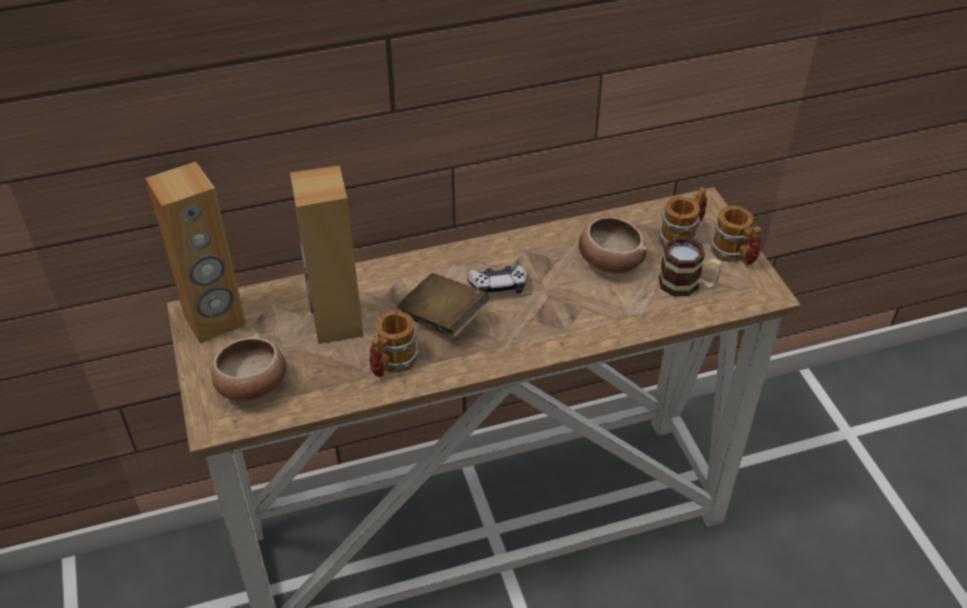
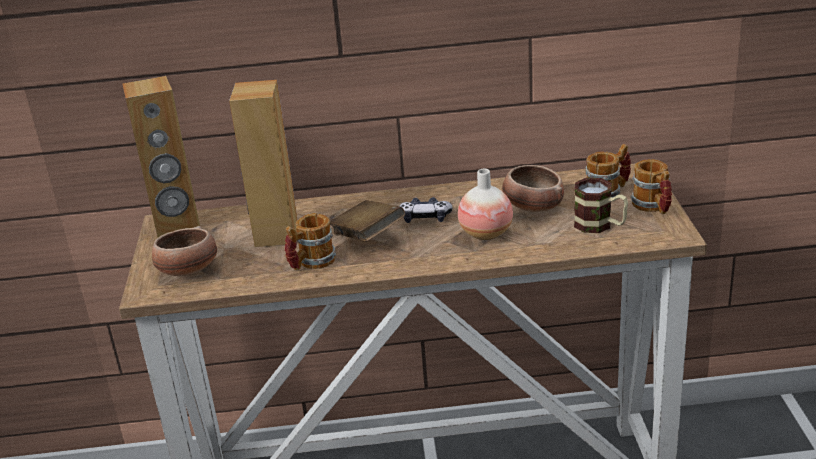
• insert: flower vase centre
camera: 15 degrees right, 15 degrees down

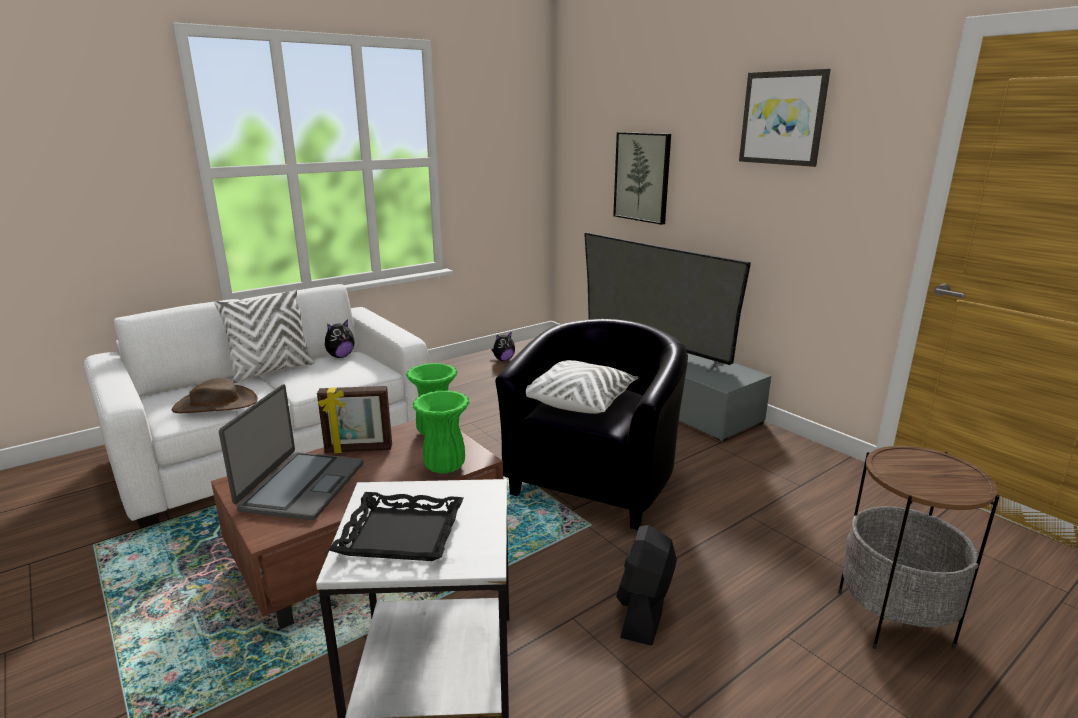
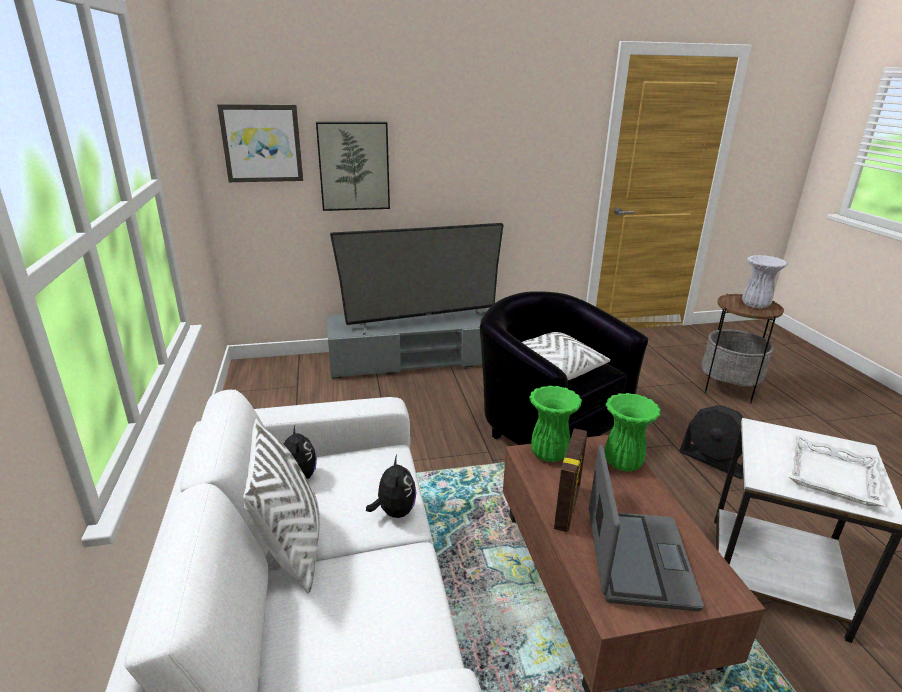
• move: wall picture (2nd from left in the first image) top right to wall picture (1st from left) top left
• move: soft toy (2nd from left) centre to bottom centre
• delete: brown wearable hat middle left
• rotate: portable computer middle left = bottom right 60 degrees clockwise
• recolor: black carrying tray bottom centre to whitish carrying tray bottom right
• insert: whitish flower vase middle right
camera: 65 degrees left, 5 degrees up

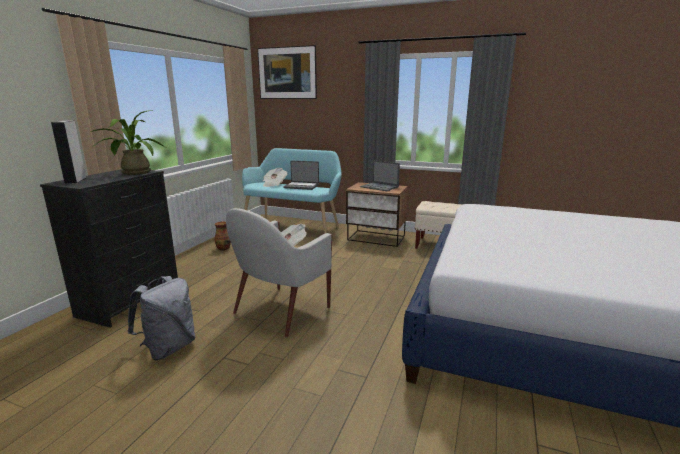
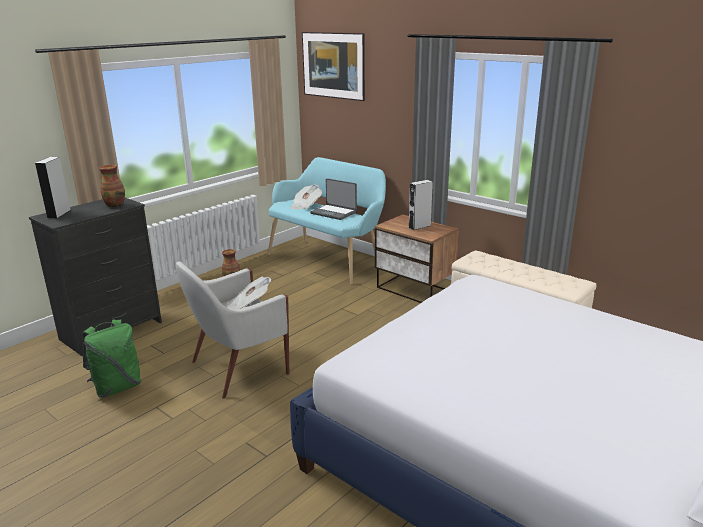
• replace: houseplant top left to flower vase (1st from left) middle left
• replace: portable computer (2nd from left) centre to gray speaker (2nd from left) centre
• recolor: gray backpack bottom left to green backpack bottom left
camera: 20 degrees right, 5 degrees up

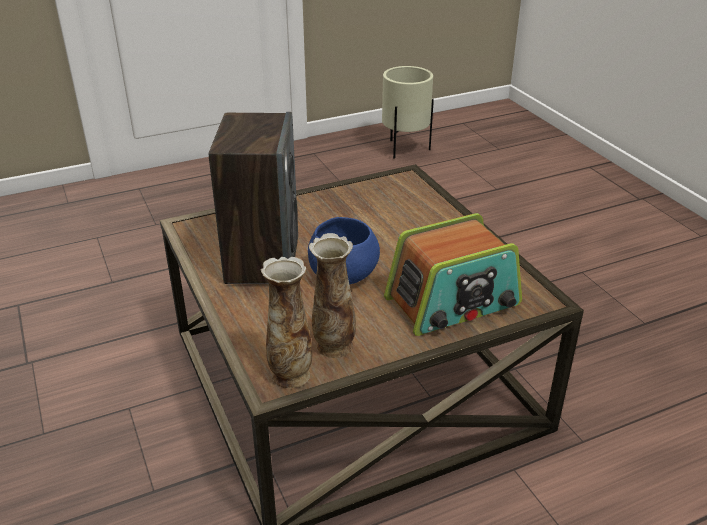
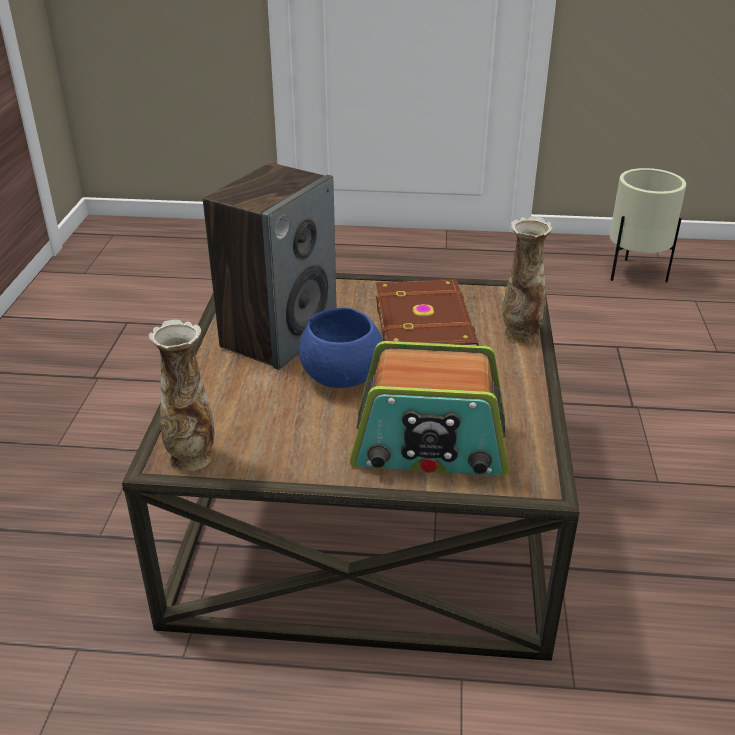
• move: flower vase (2nd from left) centre to middle right
• insert: brown volume centre
camera: 30 degrees right, 0 degrees up

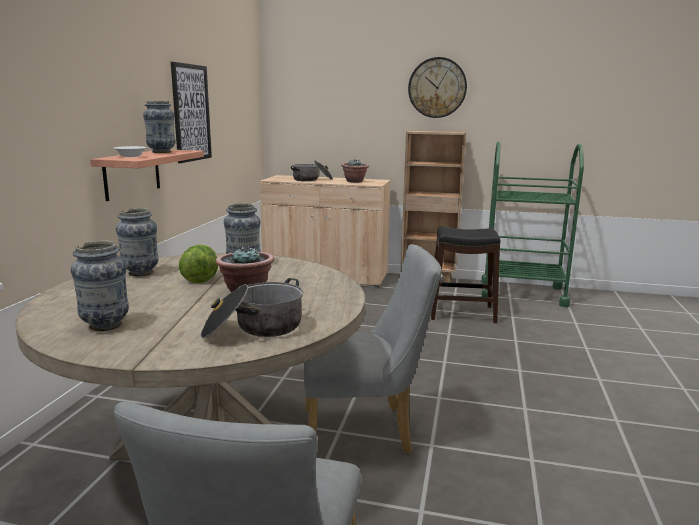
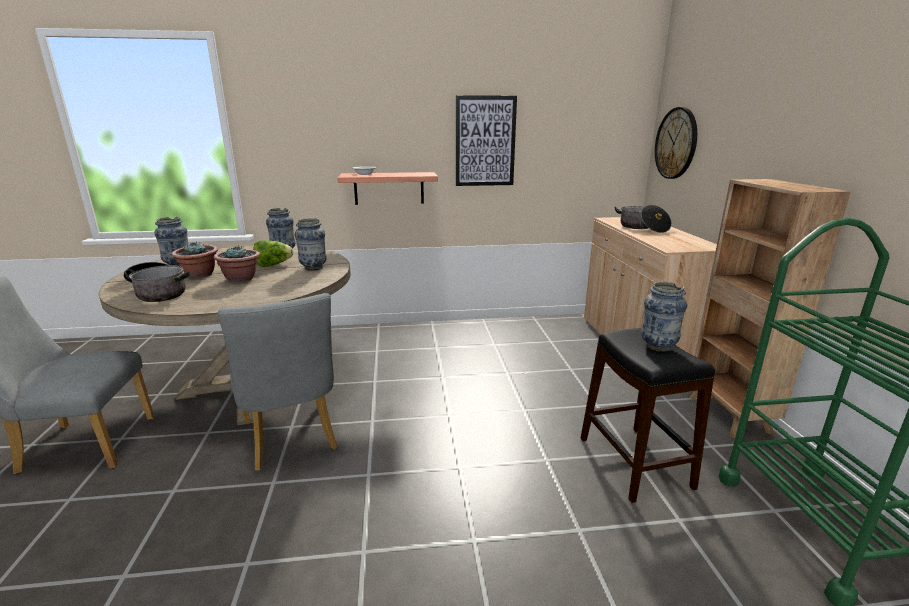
• move: hanging clock top centre to top right
• move: flower vase (3rd from left in the first image) top left to flower vase (4th from left) middle right
• move: houseplant (2nd from left in the first image) top centre to houseplant (1st from left) middle left
camera: 70 degrees right, 5 degrees up

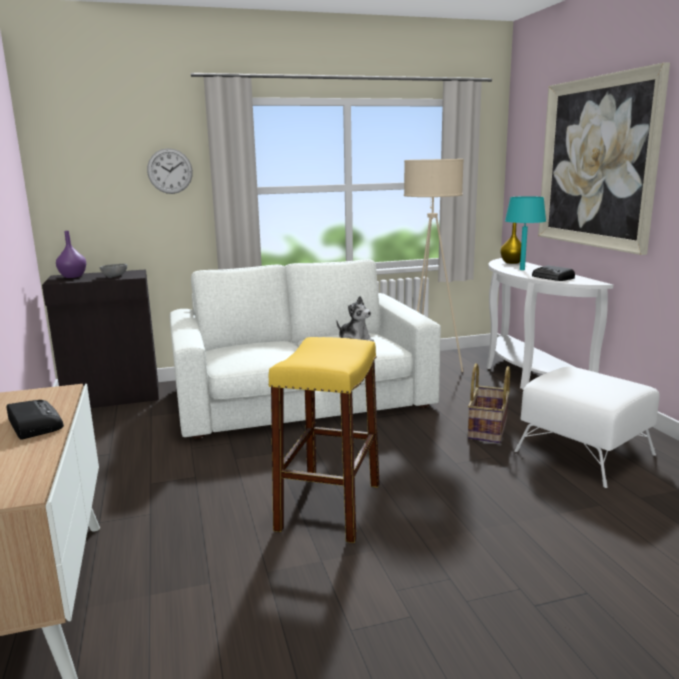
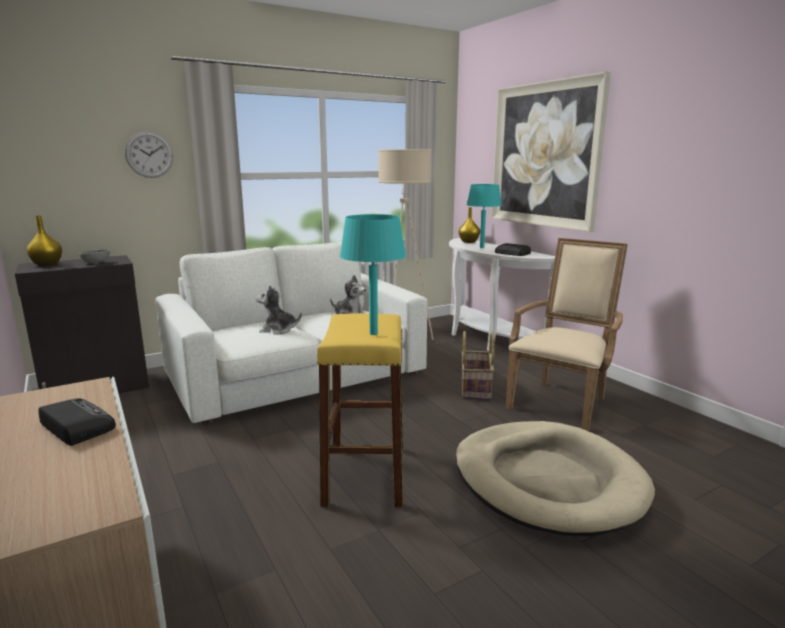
• recolor: purplish flower vase middle left to yellow-coloured flower vase (1st from left) middle left
• replace: whitish ottoman middle right to sand-coloured easy chair middle right
• insert: turquoise-coloured tabletop lamp (1st from left) centre
• insert: soft toy (1st from left) centre
• insert: sand-coloured dog bed bottom right
camera: 15 degrees left, 0 degrees up

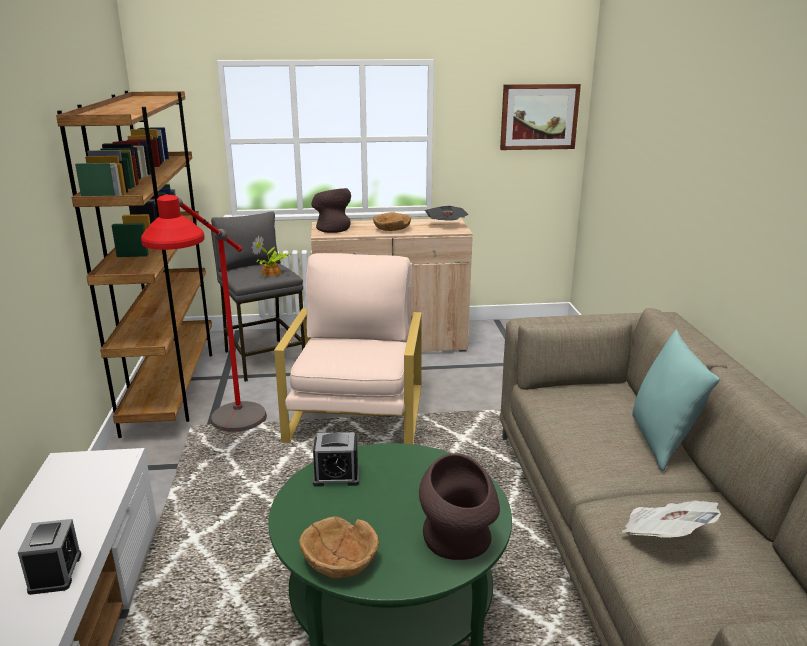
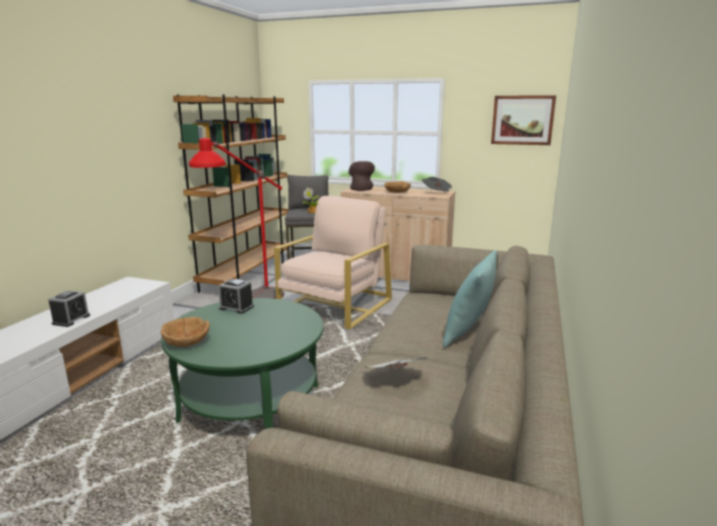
• delete: brown flower vase (2nd from left) bottom centre
camera: 25 degrees right, 5 degrees down

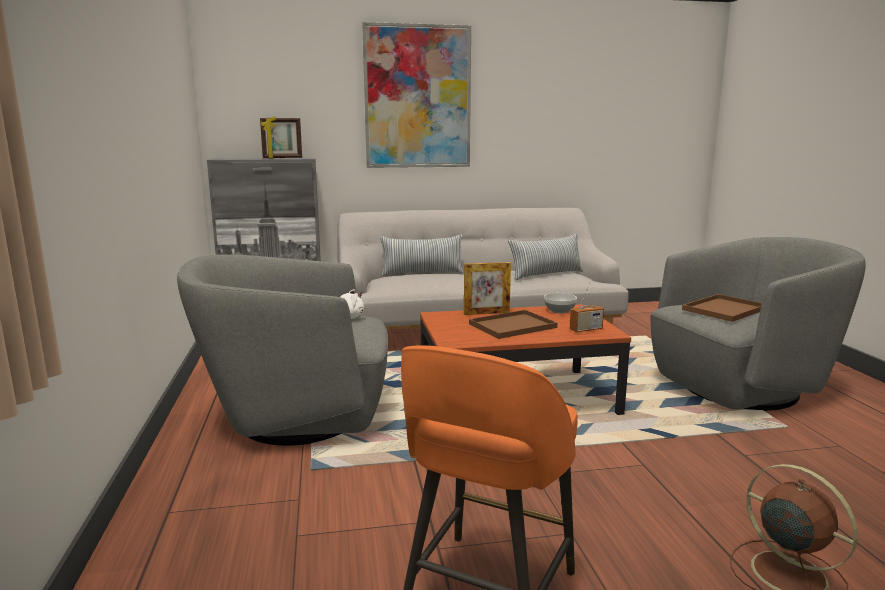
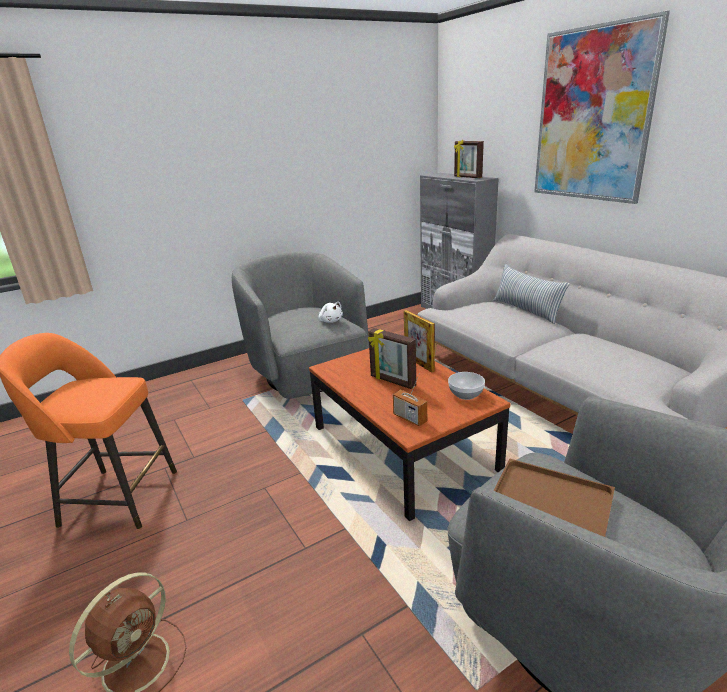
• delete: cushion (2nd from left) centre
• replace: brown carrying tray (1st from left) centre to standing frame (1st from left) centre
camera: 70 degrees right, 10 degrees up

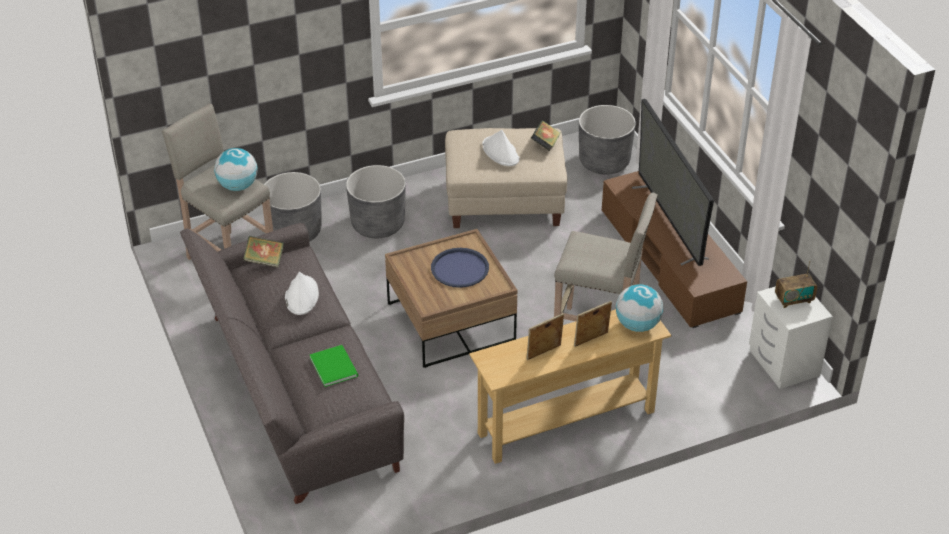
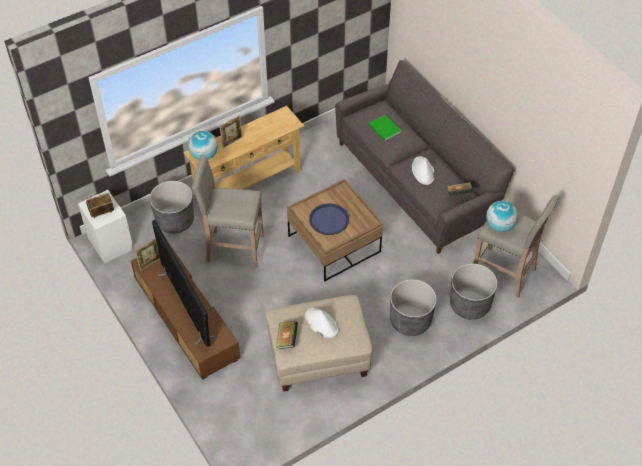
• move: gray flower pot (3rd from left in the first image) top centre to gray flower pot (1st from left) middle left
• move: standing frame (1st from left) centre to middle left
camera: 170 degrees right, 10 degrees up

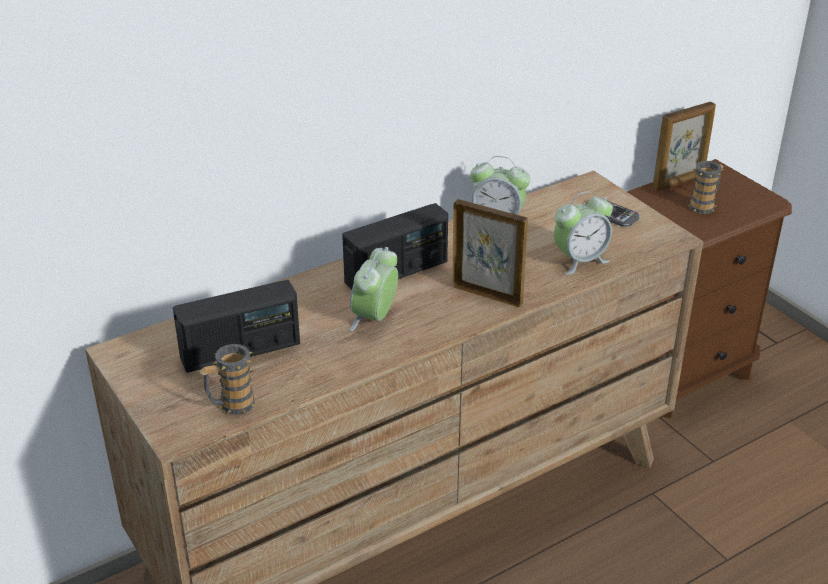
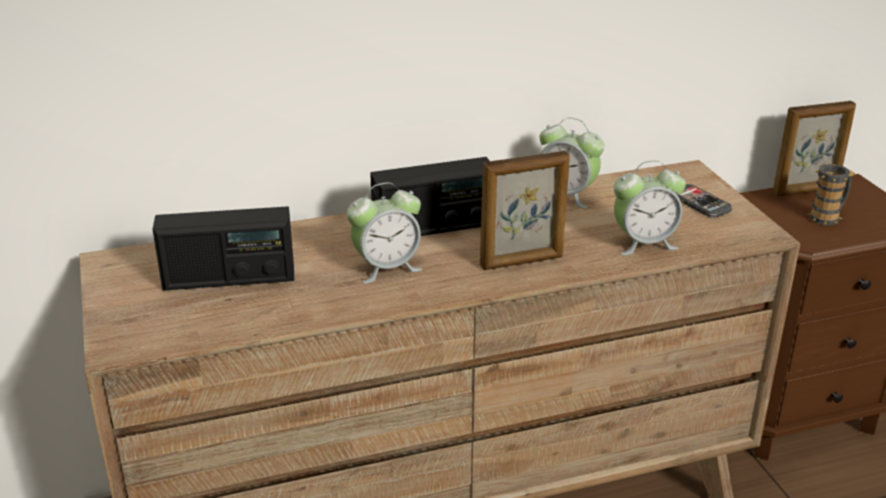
• rotate: standing frame (1st from left) centre = centre 120 degrees clockwise
• rotate: table clock (1st from left) centre = centre 150 degrees counterclockwise
• delete: tea mug (1st from left) middle left
camera: 15 degrees right, 5 degrees down

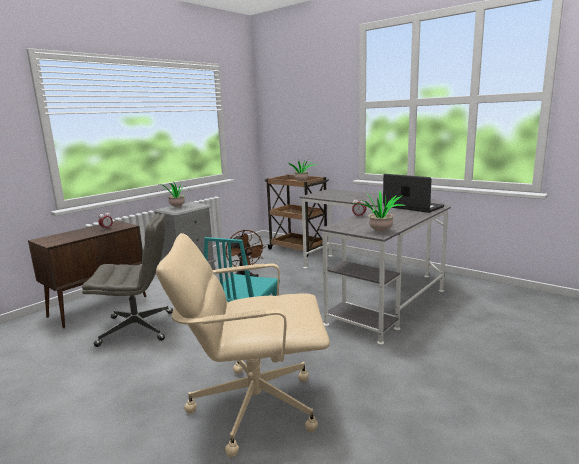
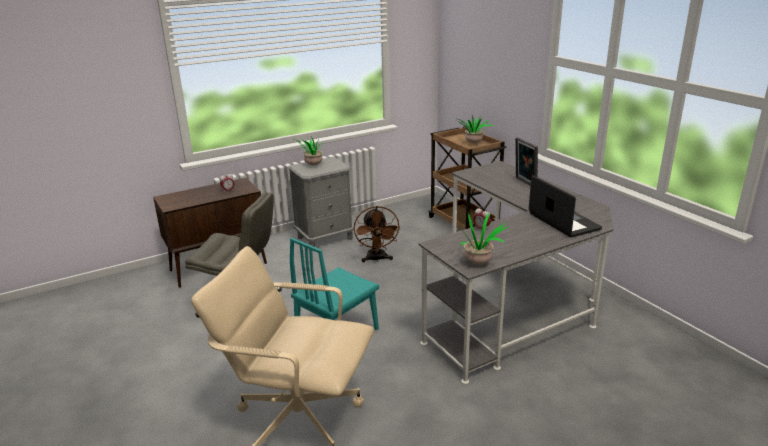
• insert: standing frame middle right
camera: 20 degrees right, 10 degrees up

